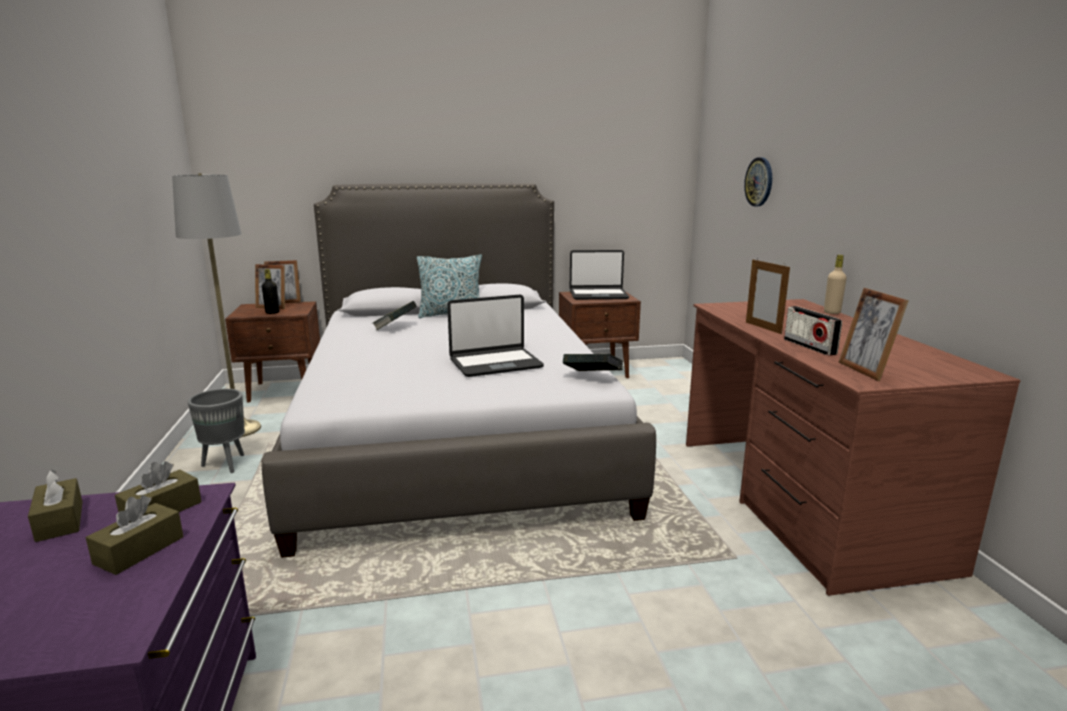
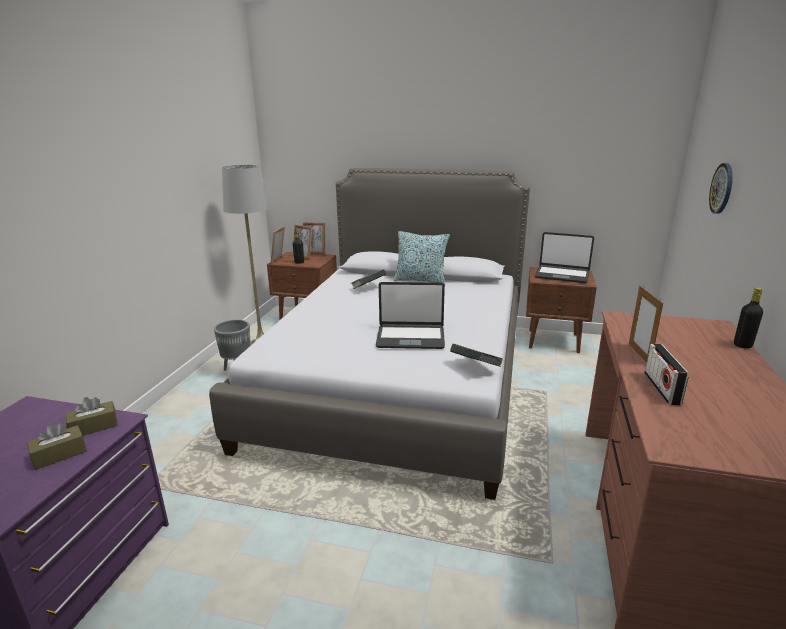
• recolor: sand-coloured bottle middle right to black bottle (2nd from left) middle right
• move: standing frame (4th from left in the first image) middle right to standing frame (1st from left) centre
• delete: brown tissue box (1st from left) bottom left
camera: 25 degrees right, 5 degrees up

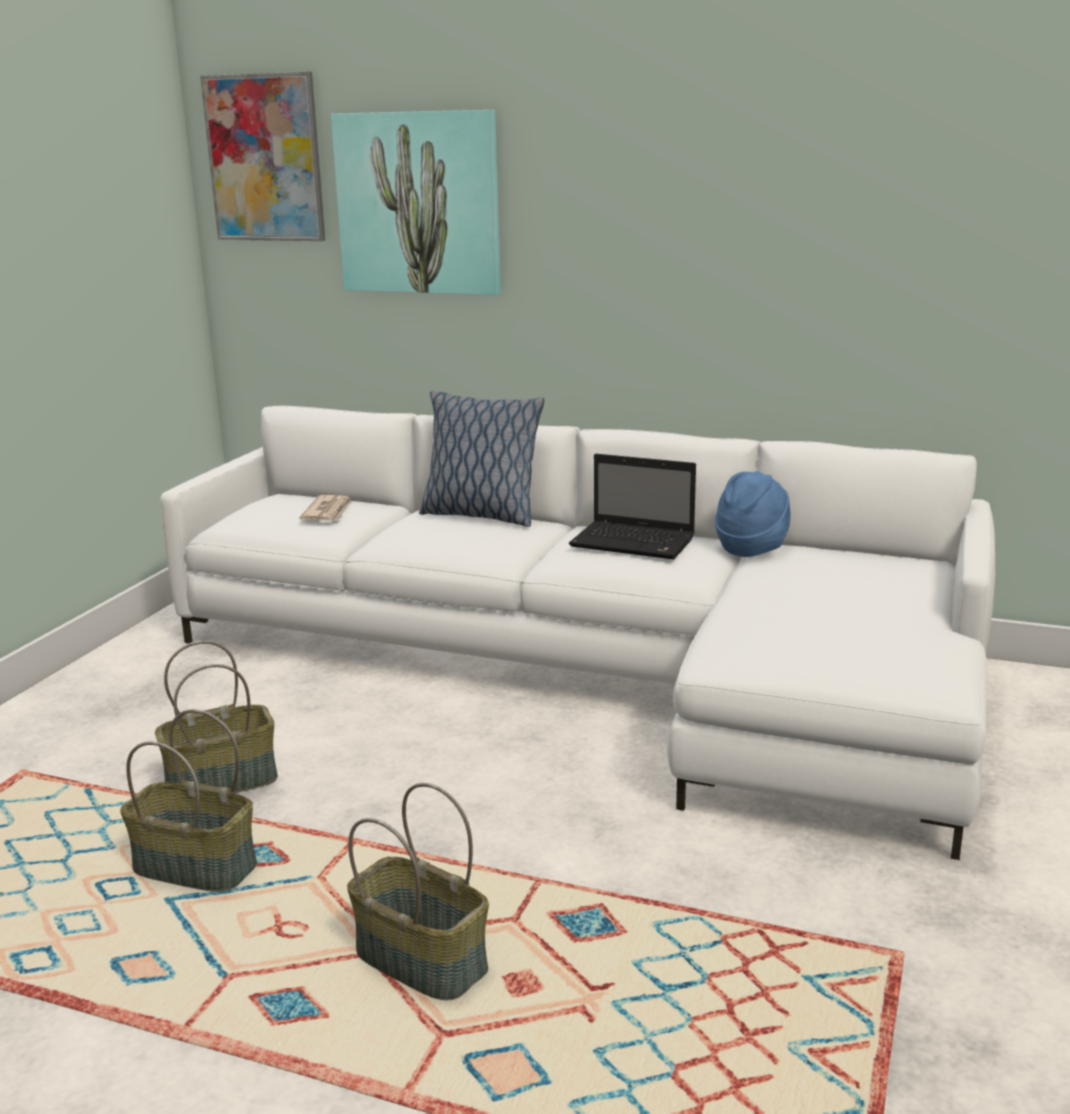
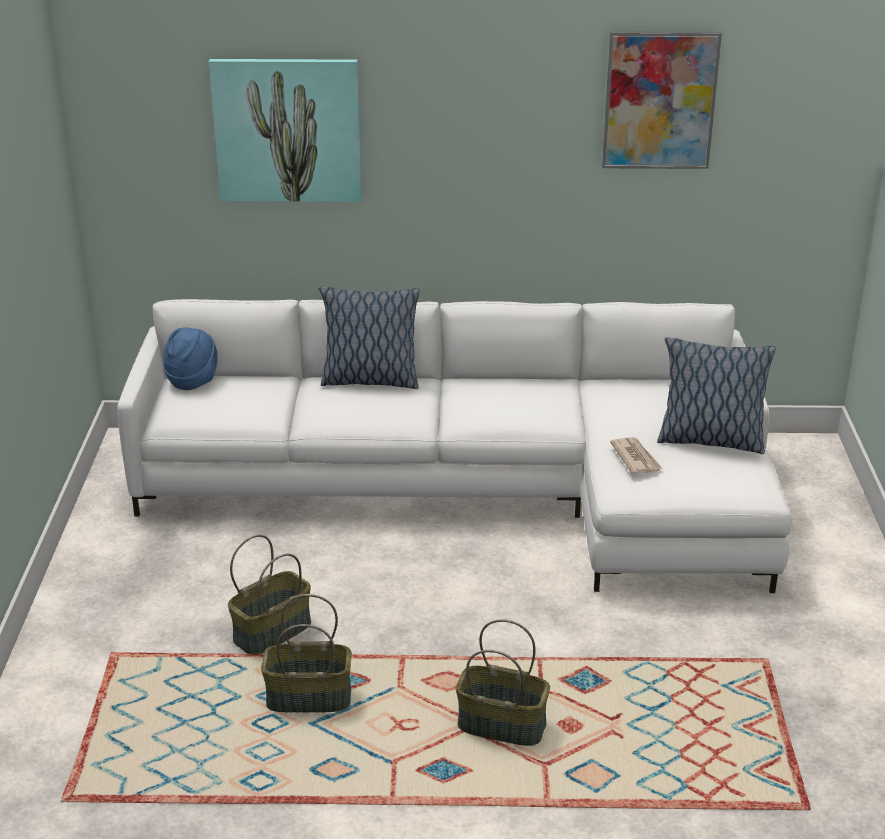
• move: wall picture (1st from left in the first image) top left to wall picture (2nd from left) top right
• delete: portable computer centre
• move: blue-coloured wearable hat middle right to middle left
• move: daily paper middle left to middle right
• insert: cushion (2nd from left) middle right
camera: 20 degrees left, 10 degrees up

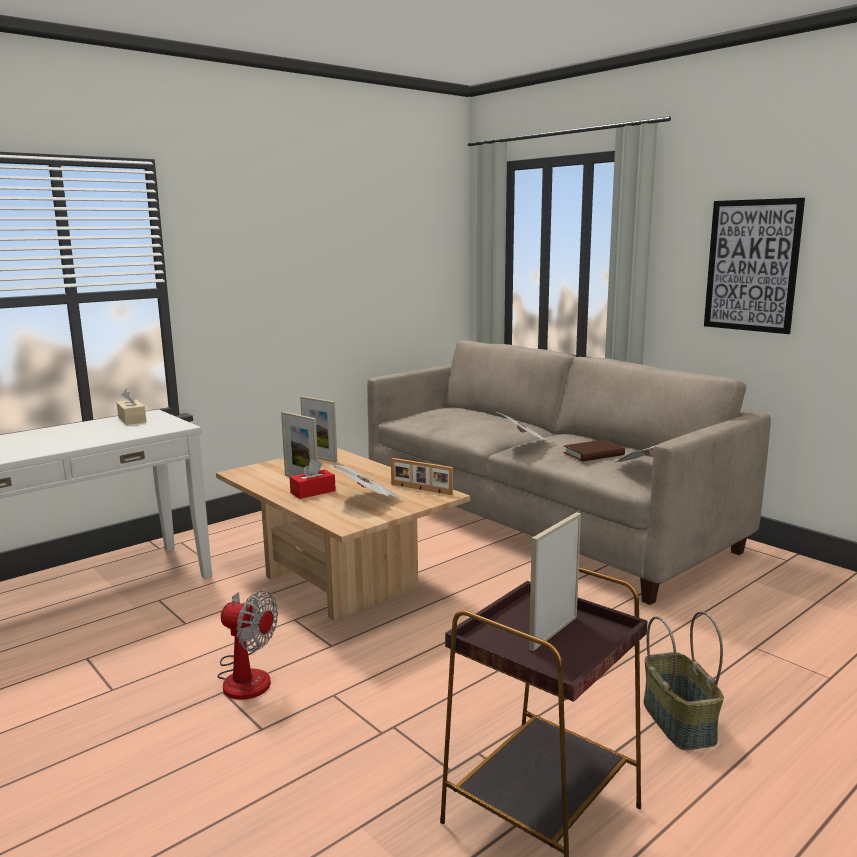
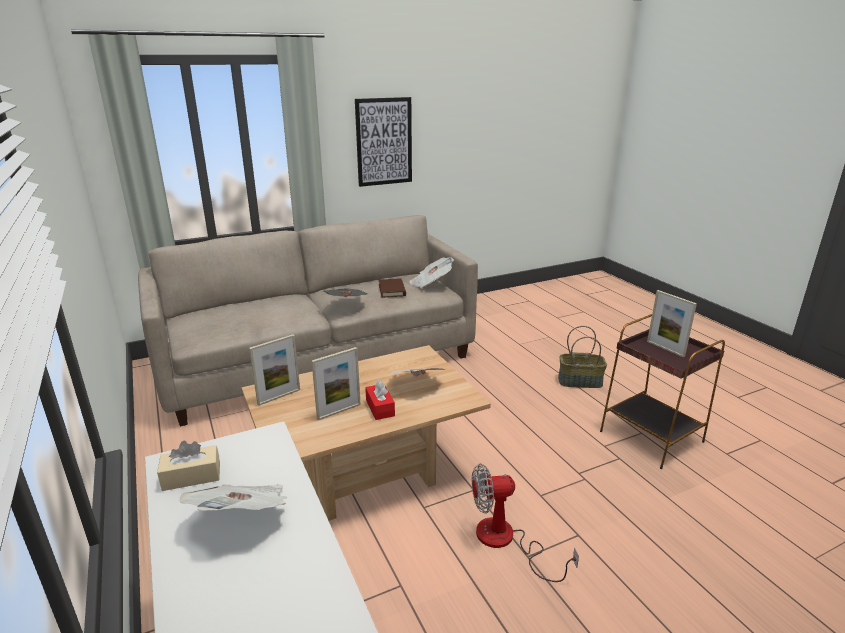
• delete: standing frame (3rd from left) centre
• rotate: fan bottom left = bottom centre 135 degrees counterclockwise
• insert: daily paper (1st from left) bottom left
camera: 75 degrees left, 10 degrees up

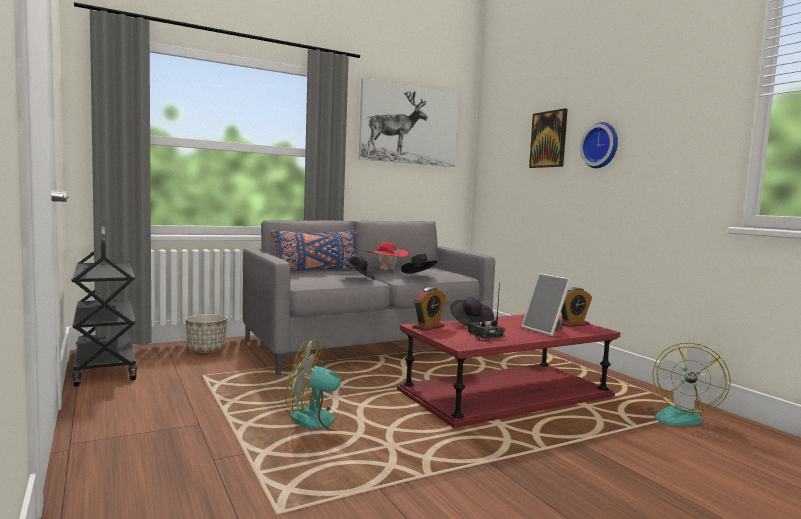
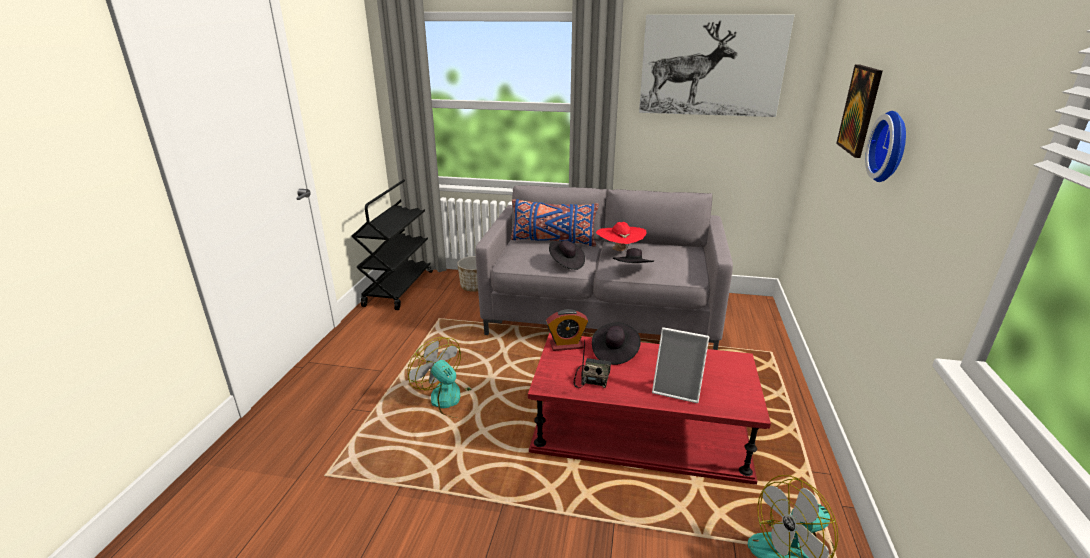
• rotate: standing frame middle right = centre 75 degrees counterclockwise
• delete: table clock (2nd from left) middle right
camera: 40 degrees right, 20 degrees up

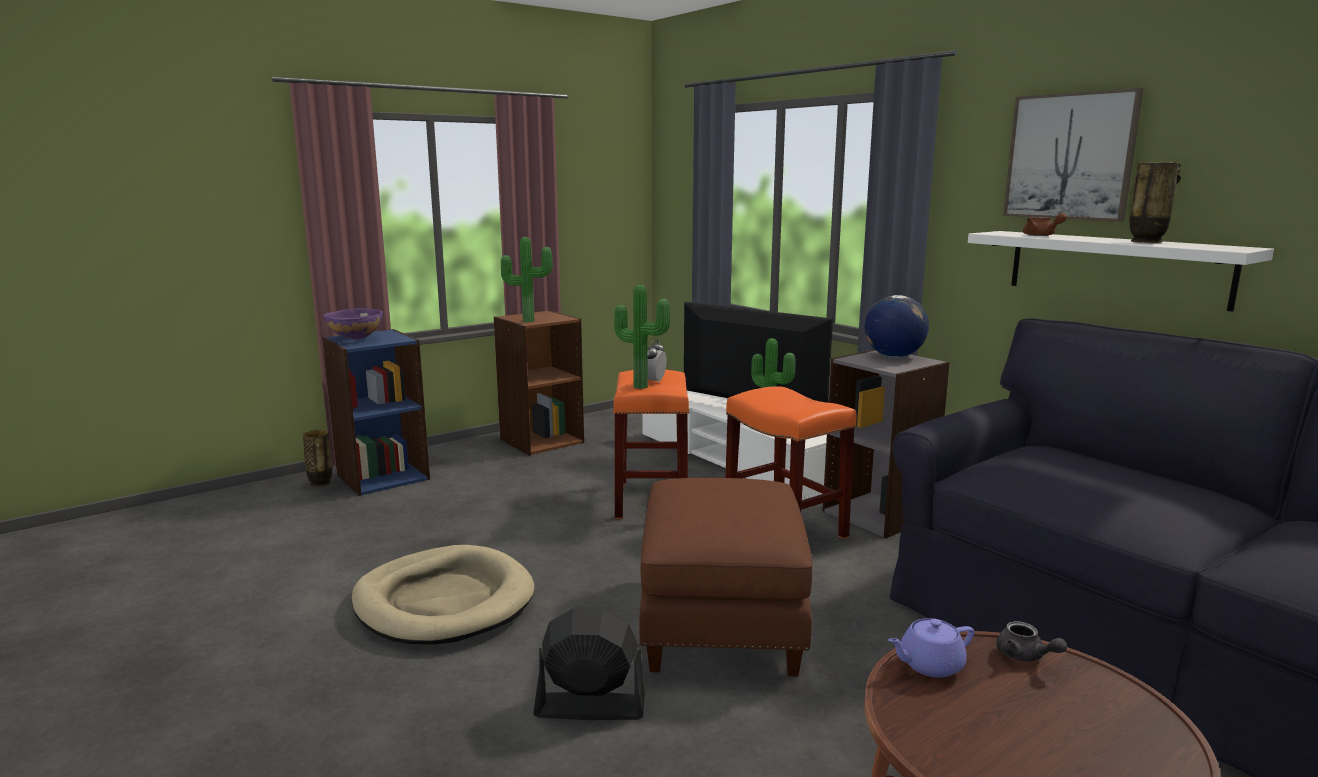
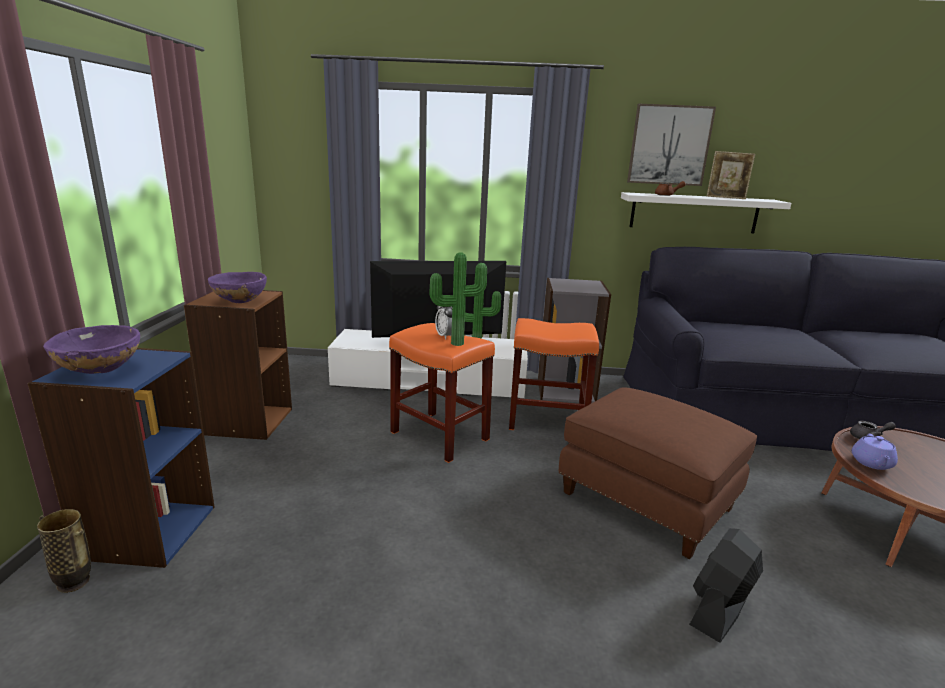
• replace: flower vase (2nd from left) top right to standing frame top right
• replace: houseplant (1st from left) centre to purplish bowl (2nd from left) middle left
• delete: desk globe middle right
• delete: sand-coloured dog bed bottom centre
camera: 50 degrees left, 5 degrees up

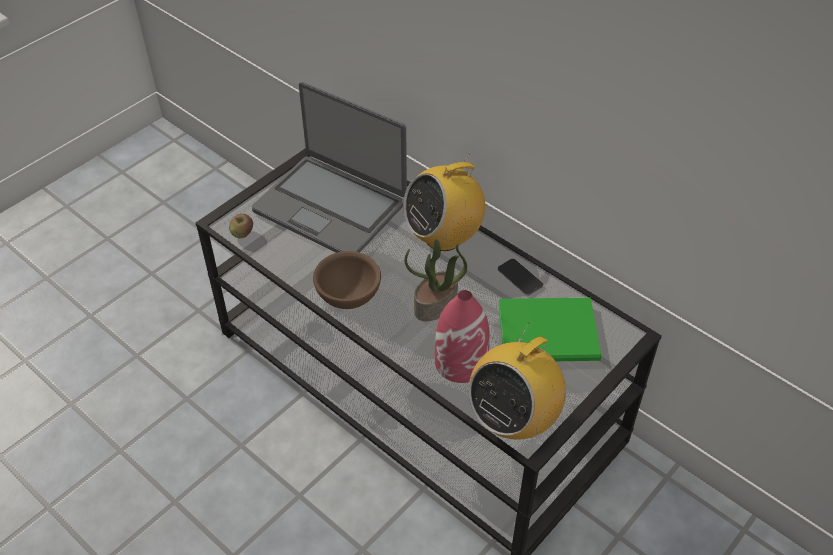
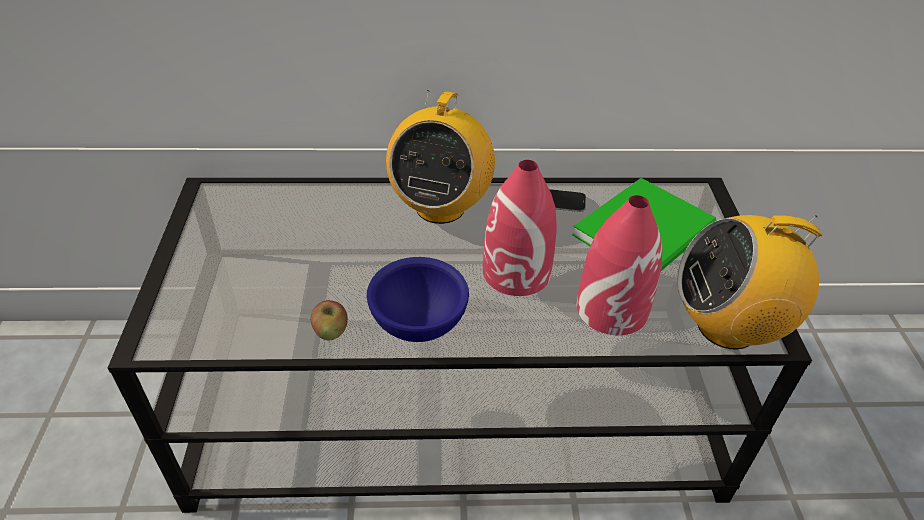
• delete: portable computer top centre
• move: apple fruit middle left to centre
• replace: houseplant centre to red-coloured flower vase (1st from left) centre
• recolor: brown bowl centre to blue-coloured bowl centre
• rotate: radio set (2nd from left) bottom centre = middle right 90 degrees clockwise
camera: 45 degrees left, 5 degrees down

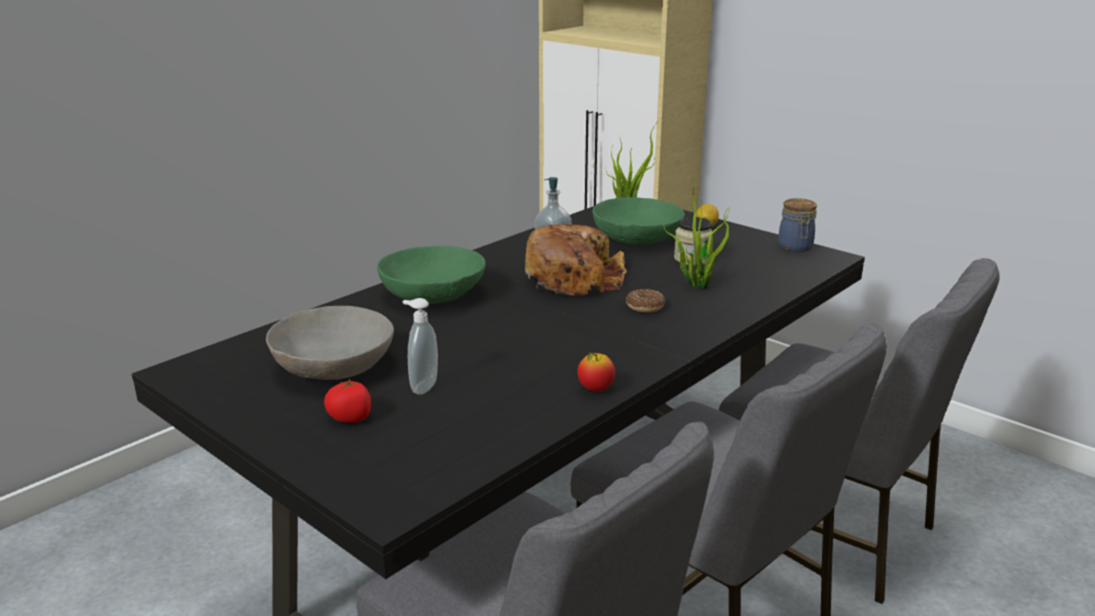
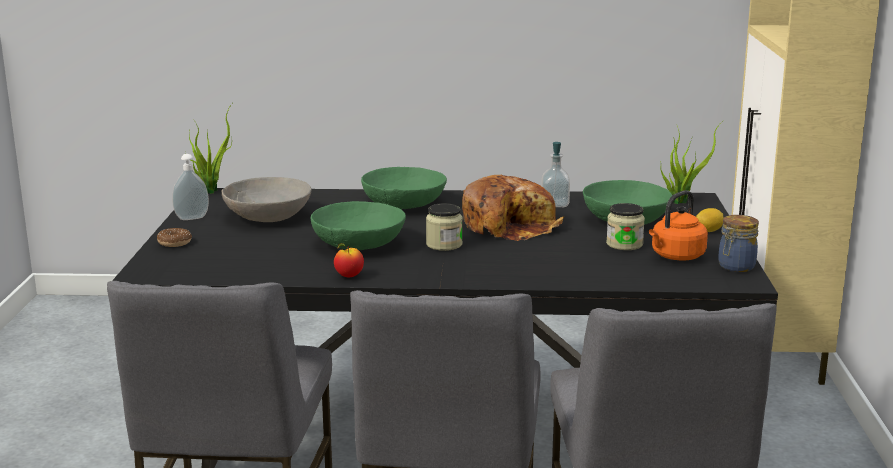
• move: houseplant (2nd from left in the first image) centre to houseplant (1st from left) top left
• move: doughnut centre to middle left
• move: soap dispenser (1st from left) centre to middle left
• delete: tomato middle left
• insert: orange-coloured kettle middle right
• insert: green bowl (1st from left) centre
• insert: storage jar (1st from left) centre
camera: 50 degrees right, 5 degrees down

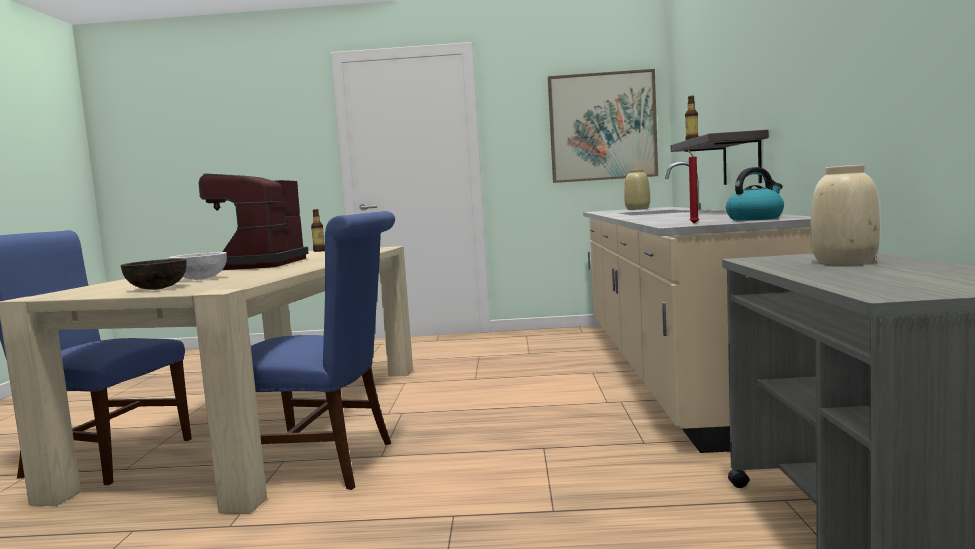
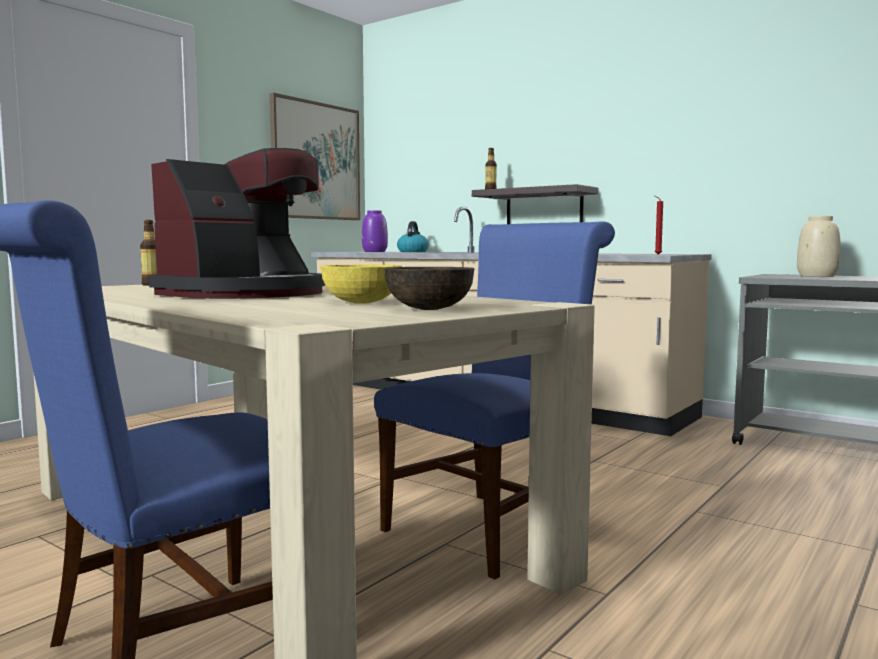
• move: kettle middle right to centre
• recolor: sand-coloured flower vase (1st from left) centre to purplish flower vase centre
• rotate: coffee machine middle left = middle left 90 degrees counterclockwise
• recolor: whitish bowl middle left to yellow-coloured bowl centre
camera: 55 degrees left, 0 degrees up

